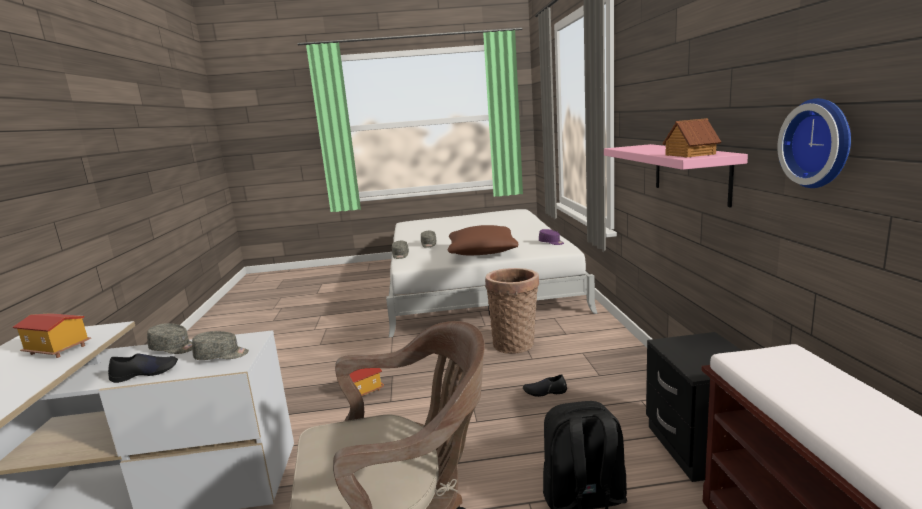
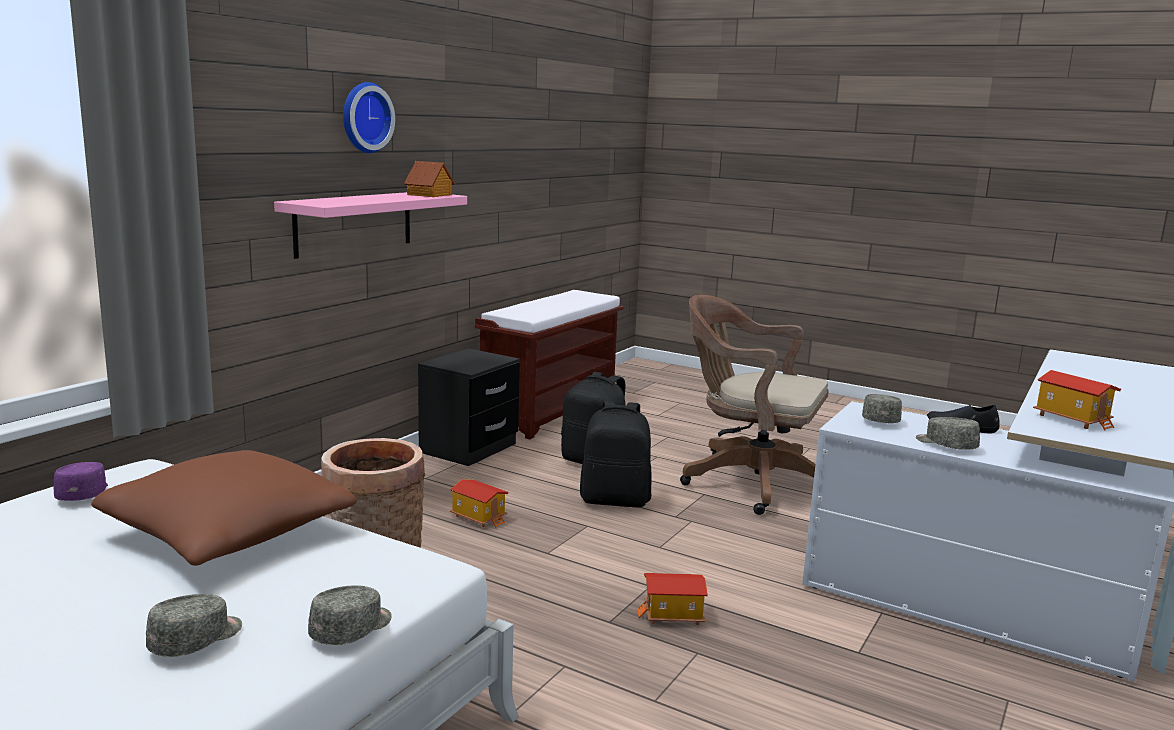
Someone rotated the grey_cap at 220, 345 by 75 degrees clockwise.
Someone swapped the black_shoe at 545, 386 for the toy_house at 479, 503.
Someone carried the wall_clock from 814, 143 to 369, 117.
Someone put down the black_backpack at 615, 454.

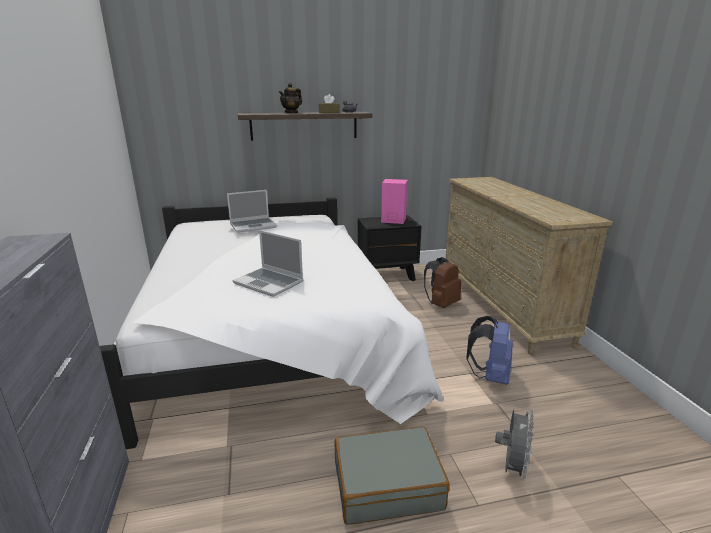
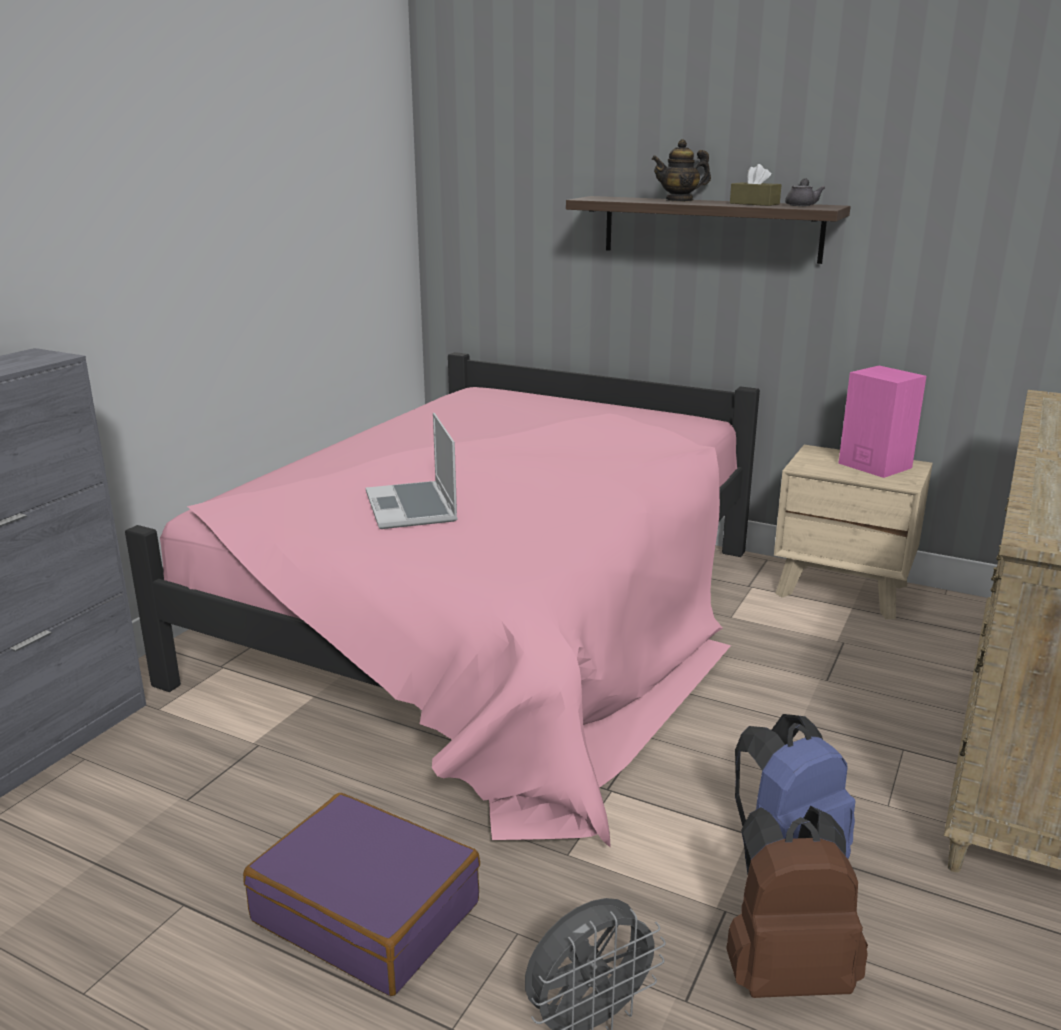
Someone repainted the white_bed at 272, 323, which became the pink_bed at 442, 600.
Someone took away the laptop at 252, 211.
Someone repainted the grey_suitcase at 392, 475, which became the purple_suitcase at 361, 894.
Someone repainted the black_nightstand at 390, 248, which became the beige_nightstand at 853, 532.
Someone carried the brown_backpack from 443, 282 to 797, 902.

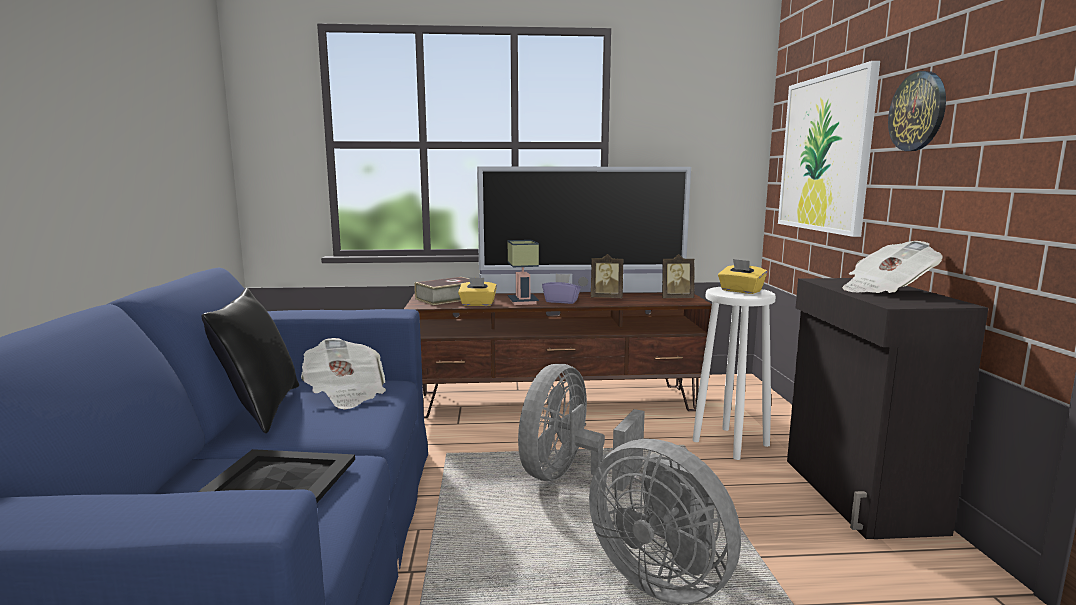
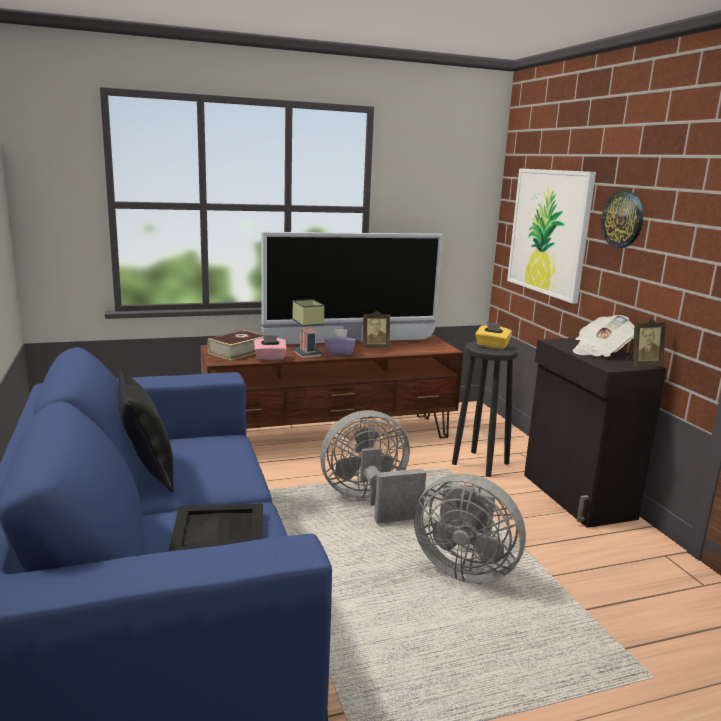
Someone took away the newspaper at 343, 374.
Someone repainted the yellow_tissue_box at 477, 291, which became the pink_tissue_box at 270, 347.
Someone rotated the grey_fan at 581, 427 by 60 degrees clockwise.
Someone carried the picture_frame from 678, 276 to 646, 342.
Someone repainted the white_stool at 734, 373, which became the black_stool at 485, 409.

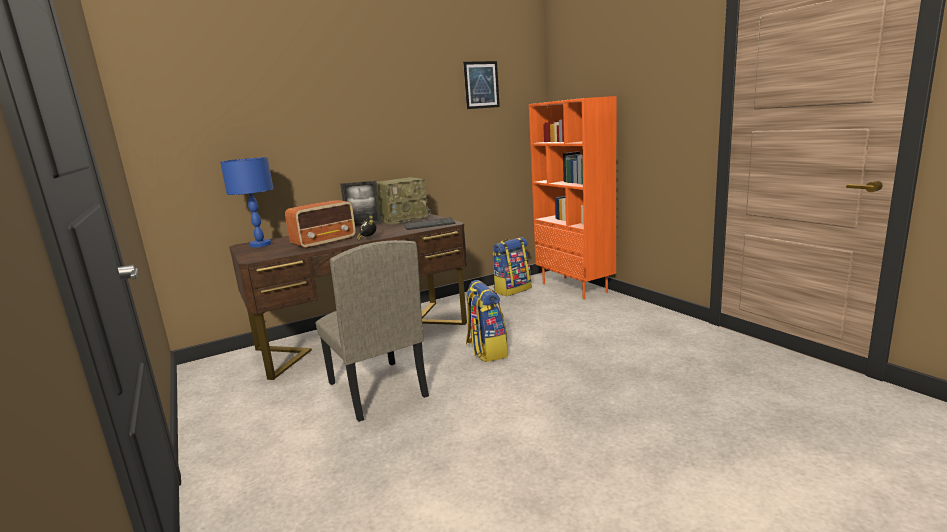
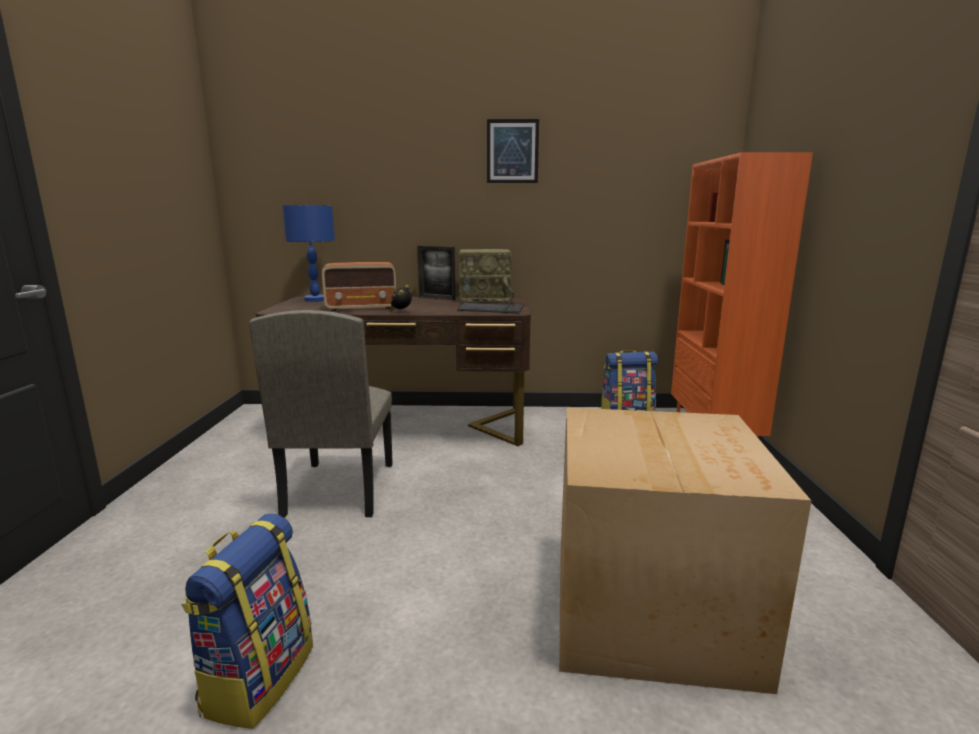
Someone carried the picture from 481, 85 to 513, 151.
Someone carried the backpack from 487, 321 to 247, 621.
Someone put down the cardboard_box at 685, 550.

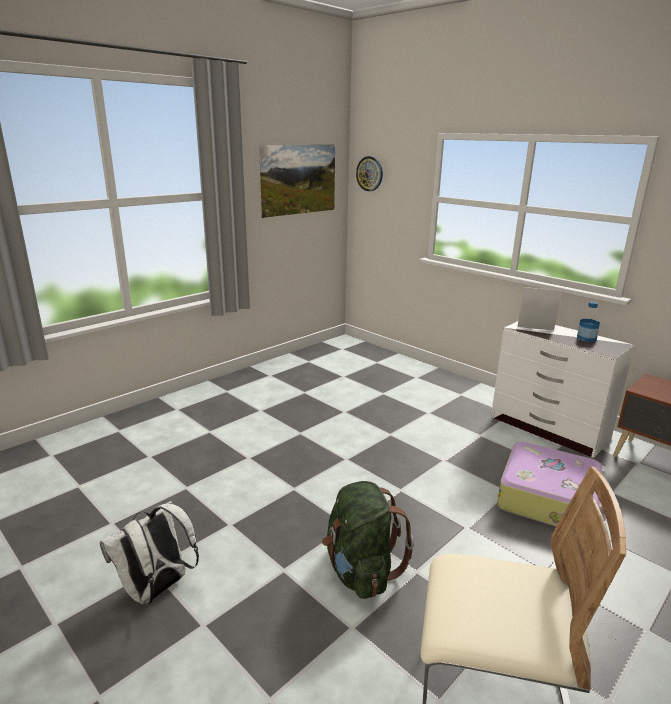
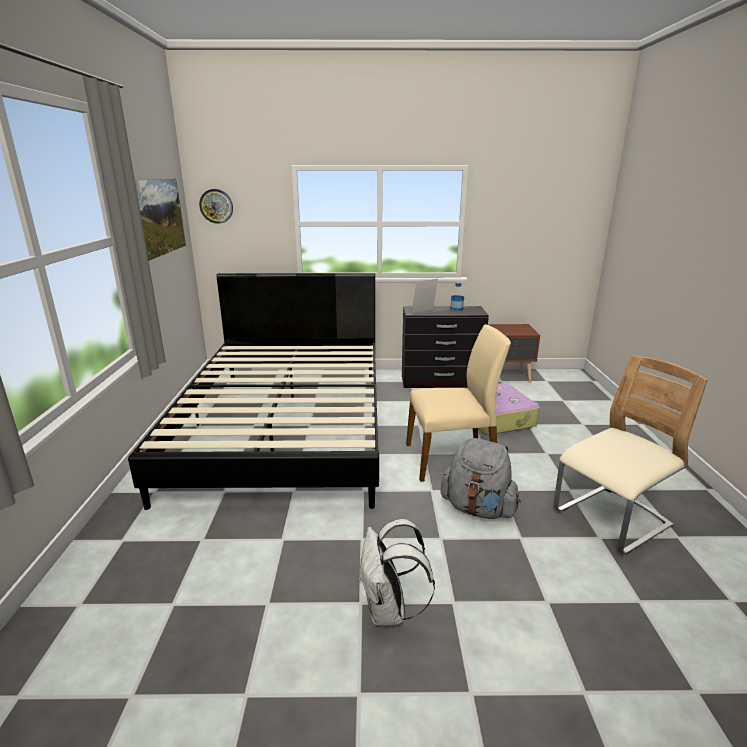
Someone repainted the green_backpack at 368, 540, which became the grey_backpack at 481, 478.
Someone repainted the white_dresser at 563, 389, which became the black_dresser at 445, 347.
Someone put down the black_bed at 253, 391.
Someone put down the beige_chair at 458, 403.

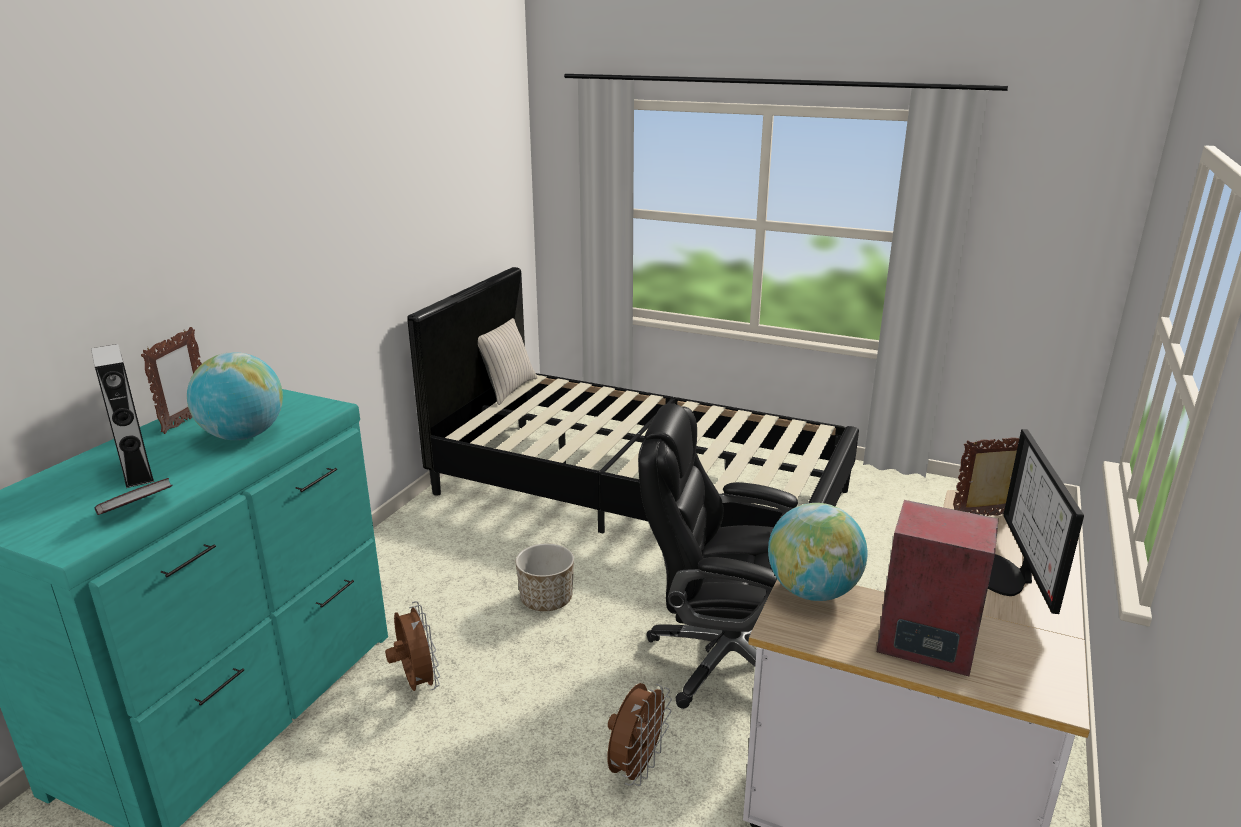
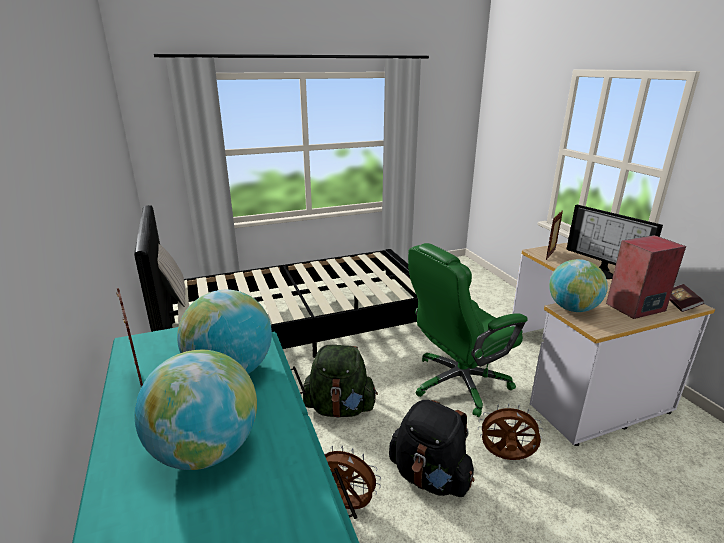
Someone swapped the grey_speaker at 122, 416 for the globe at 195, 410.
Someone carried the book from 134, 496 to 686, 298.
Someone swapped the planter at 545, 577 for the green_backpack at 340, 381.
Someone rotated the brown_fan at 640, 734 by 60 degrees counterclockwise.
Someone repainted the black_office_chair at 718, 556, which became the green_office_chair at 468, 330.
Someone put down the black_backpack at 432, 448.

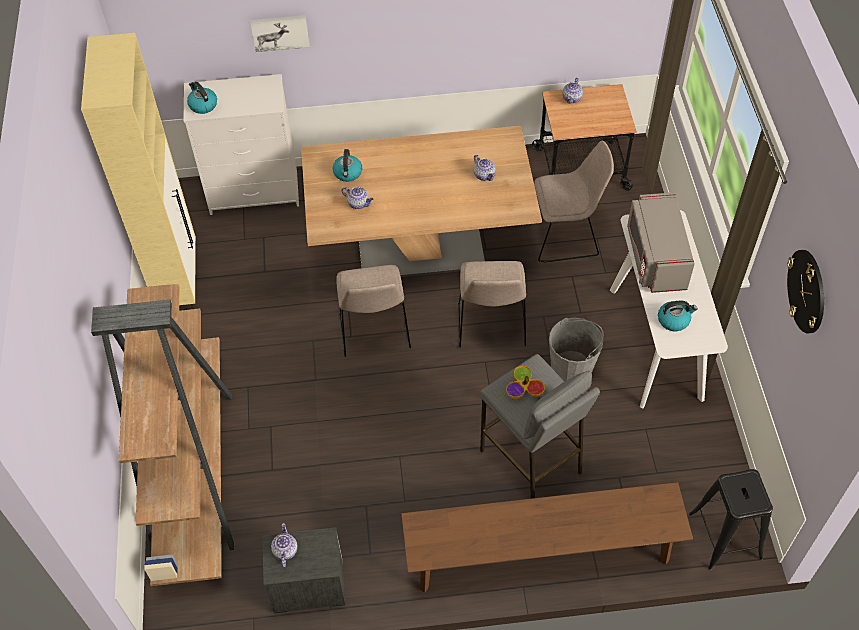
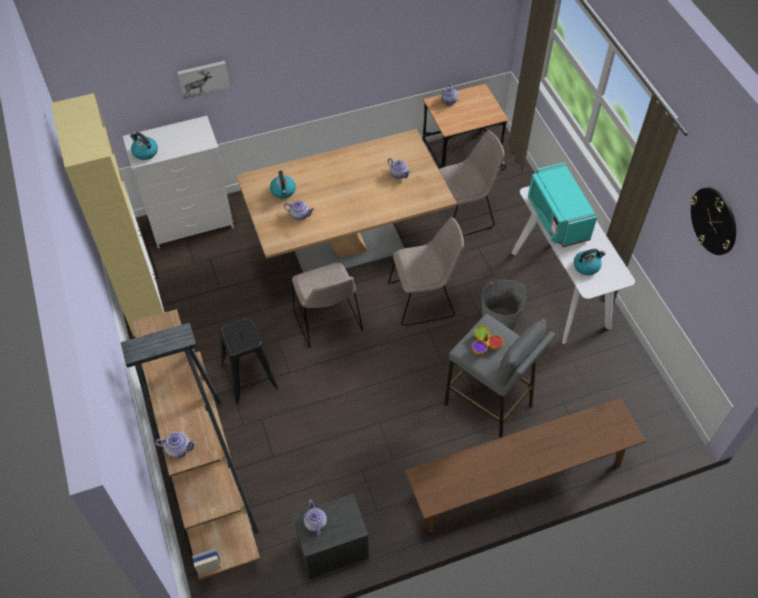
Someone rotated the beige_chair at 492, 304 by 90 degrees counterclockwise.
Someone repainted the grey_microwave at 661, 242, which became the turquoise_microwave at 562, 204.
Someone carried the black_stool from 731, 519 to 249, 361.
Someone put down the teapot at 176, 445.

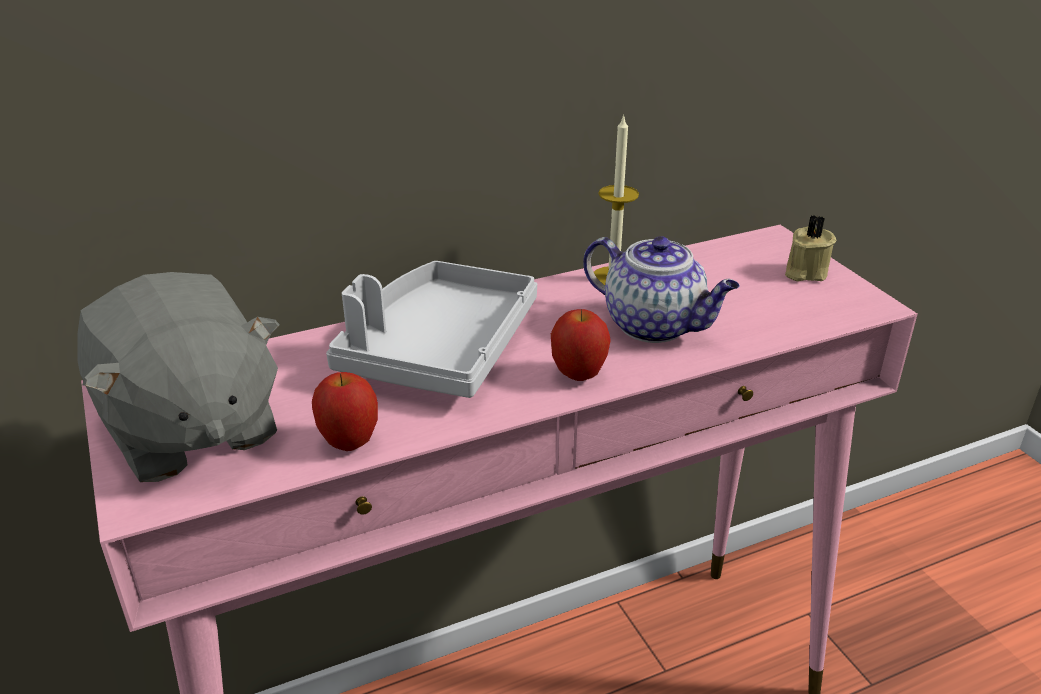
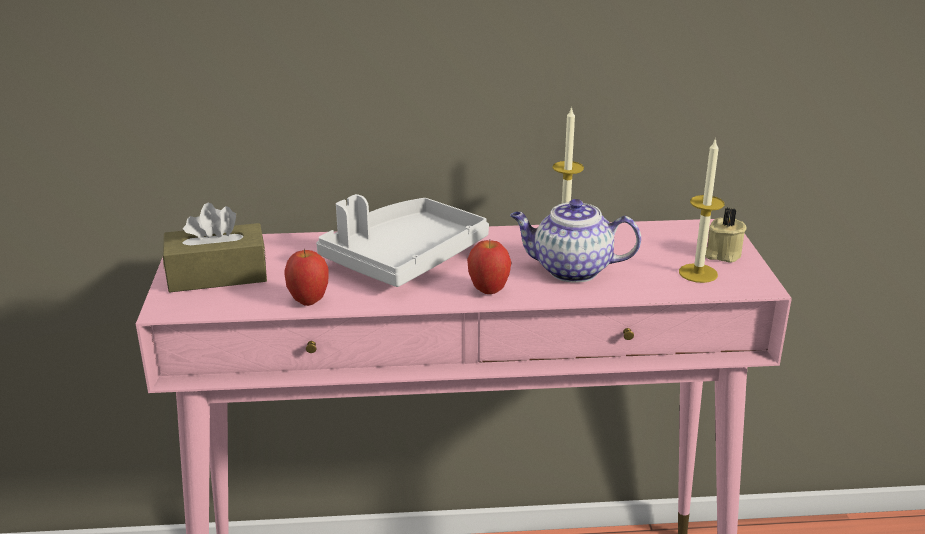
Someone swapped the grey_plush_toy at 179, 377 for the brown_tissue_box at 215, 247.
Someone rotated the teapot at 661, 289 by 135 degrees clockwise.
Someone put down the candle at 702, 210.

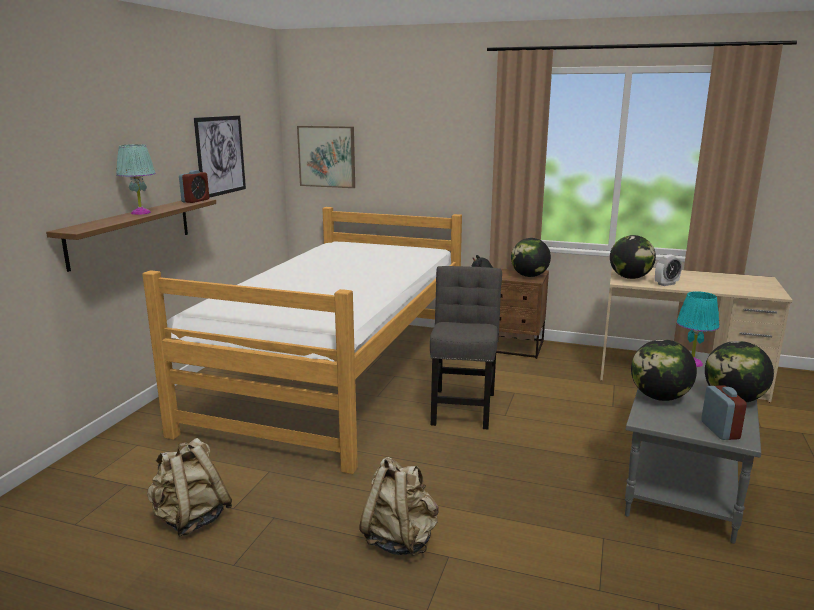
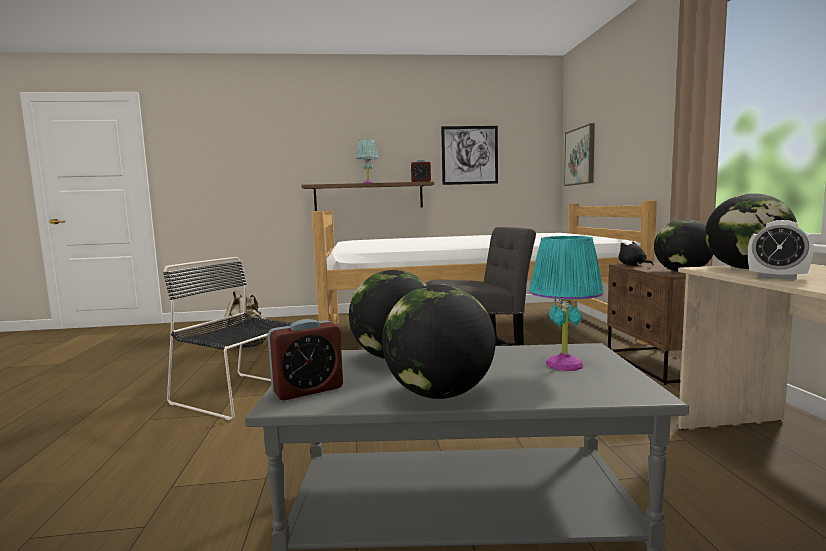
Someone swapped the beige_backpack at 399, 506 for the black_chair at 227, 338.

